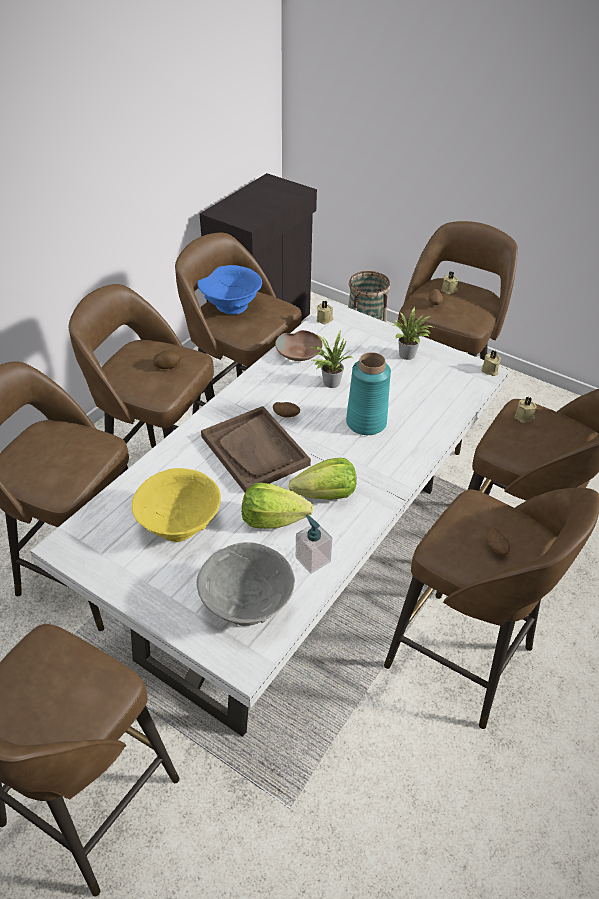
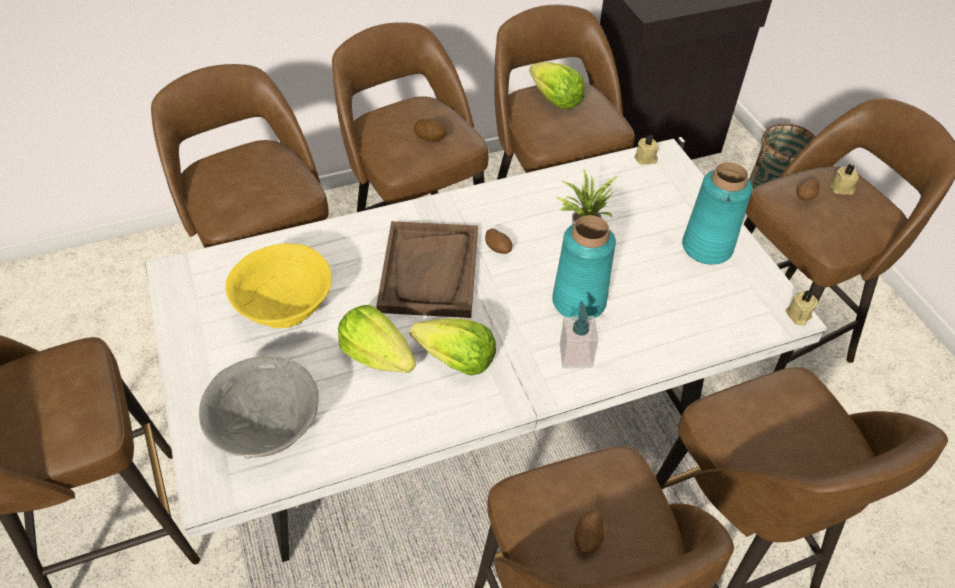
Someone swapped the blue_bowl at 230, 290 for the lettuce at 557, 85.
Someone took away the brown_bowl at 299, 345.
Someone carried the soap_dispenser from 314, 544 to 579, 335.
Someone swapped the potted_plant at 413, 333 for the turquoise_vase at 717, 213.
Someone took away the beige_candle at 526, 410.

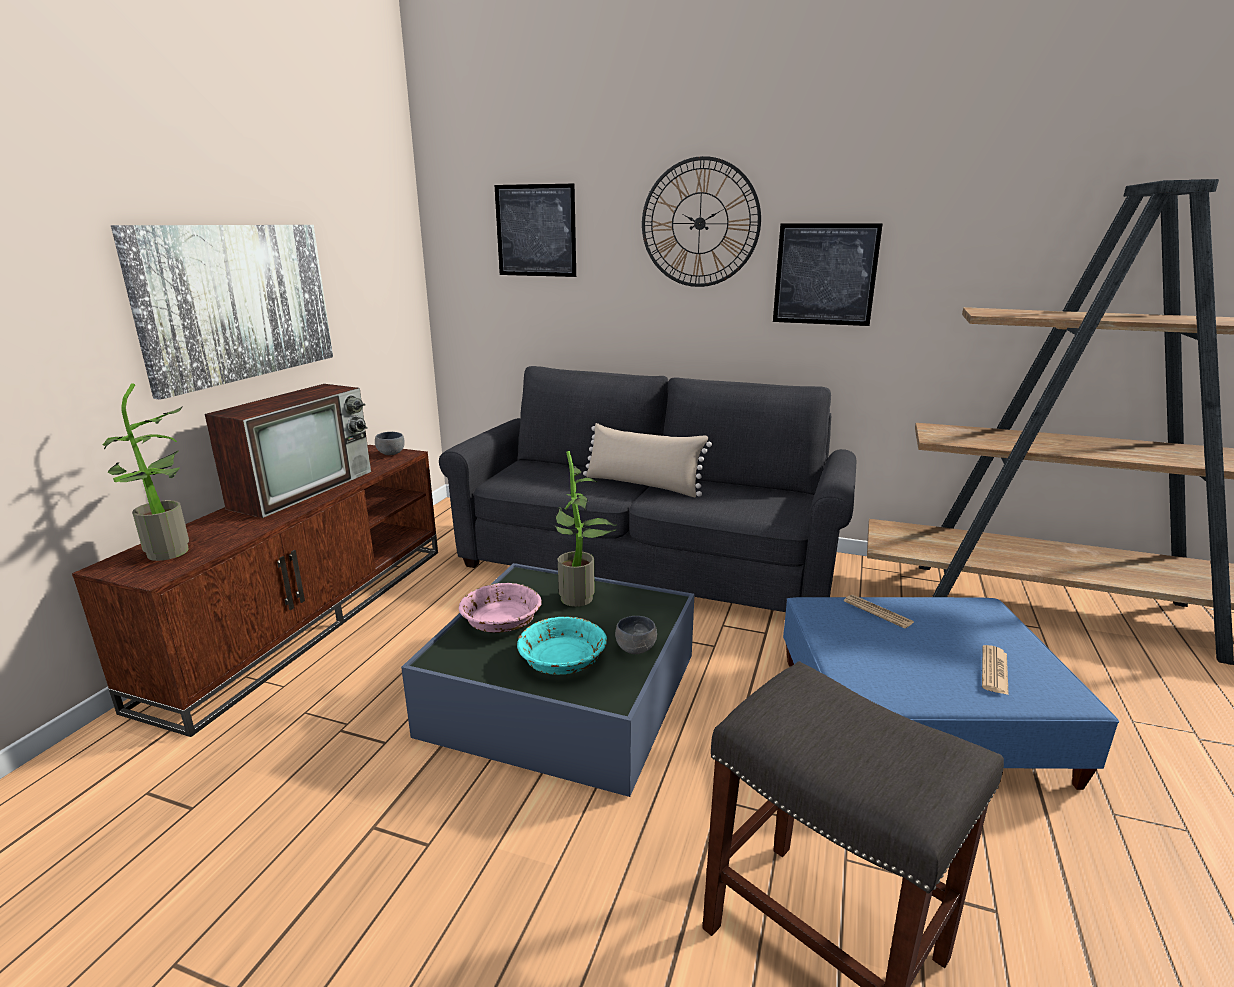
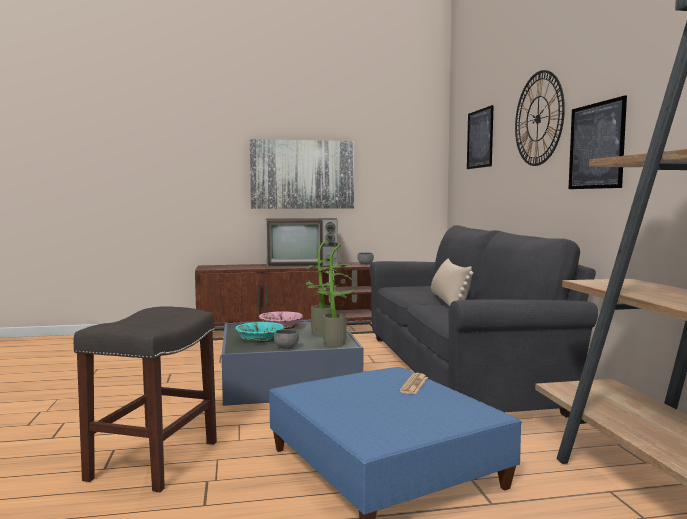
Someone carried the potted_plant from 146, 472 to 336, 295.
Someone took away the newspaper at 995, 670.

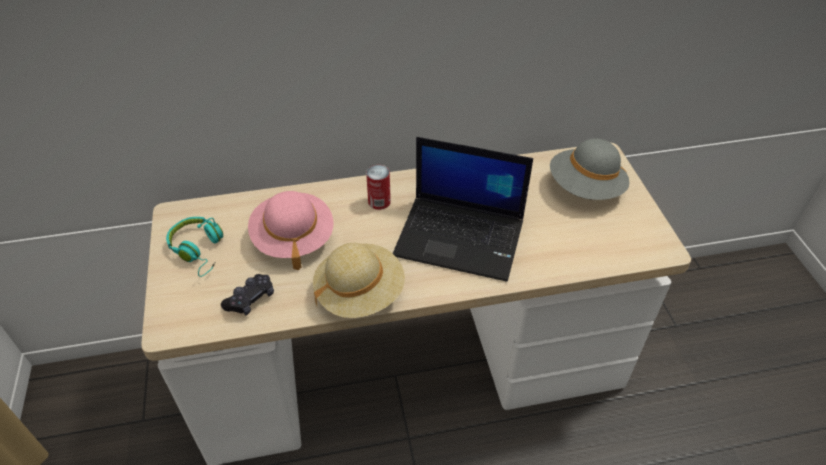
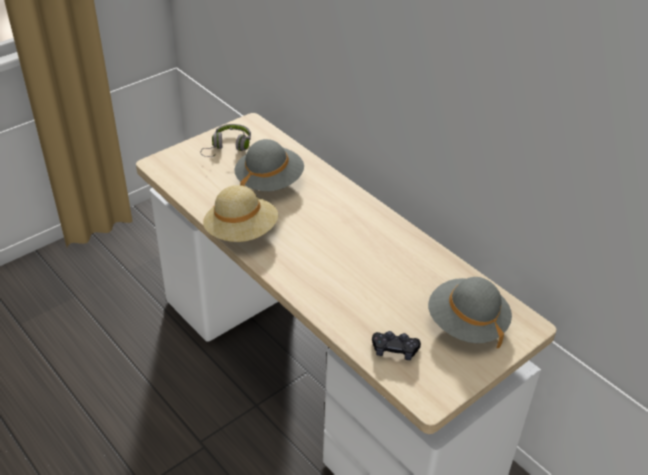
Someone repainted the turquoise_headphones at 194, 247, which became the grey_headphones at 225, 140.
Someone carried the black_game_controller from 247, 295 to 396, 345.
Someone repainted the pink_hat at 290, 230, which became the grey_hat at 269, 165.
Someone took away the can at 378, 187.
Someone took away the laptop at 463, 209.

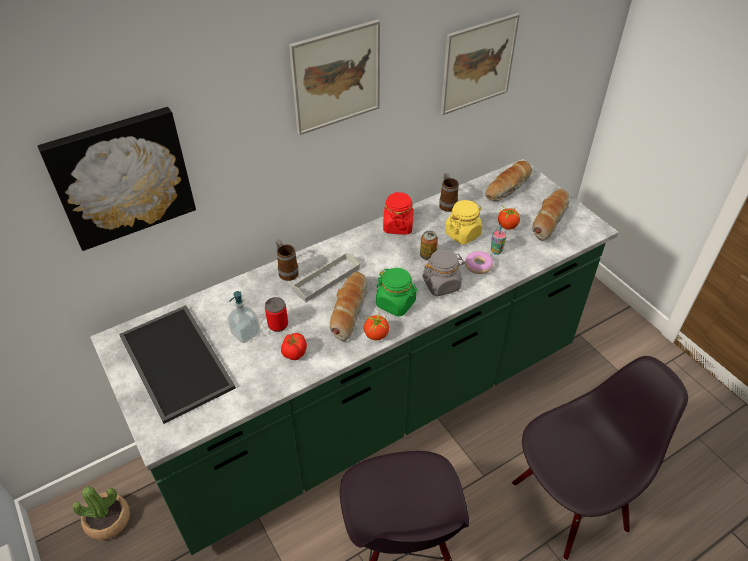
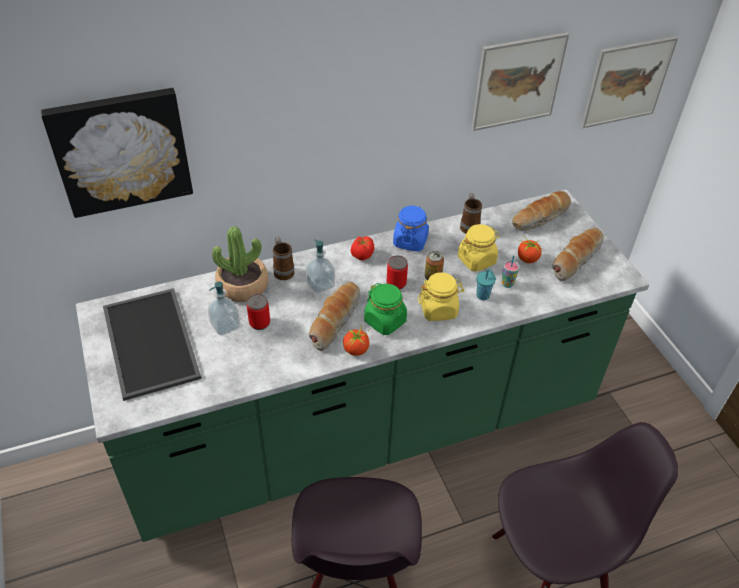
Someone carried the potted_plant from 101, 513 to 240, 264.
Someone carried the tomato from 294, 346 to 362, 248.
Someone carried the picture from 334, 77 to 629, 82.
Someone swapped the grey_tray at 325, 278 for the soap_dispenser at 320, 266.
Someone repainted the red_jar at 398, 213, which became the blue_jar at 411, 228.
Someone repainted the grey_jar at 443, 272, which became the yellow_jar at 441, 296.
Someone swapped the donut at 479, 262 for the turquoise_cup at 486, 284.
Someone put down the can at 397, 272.

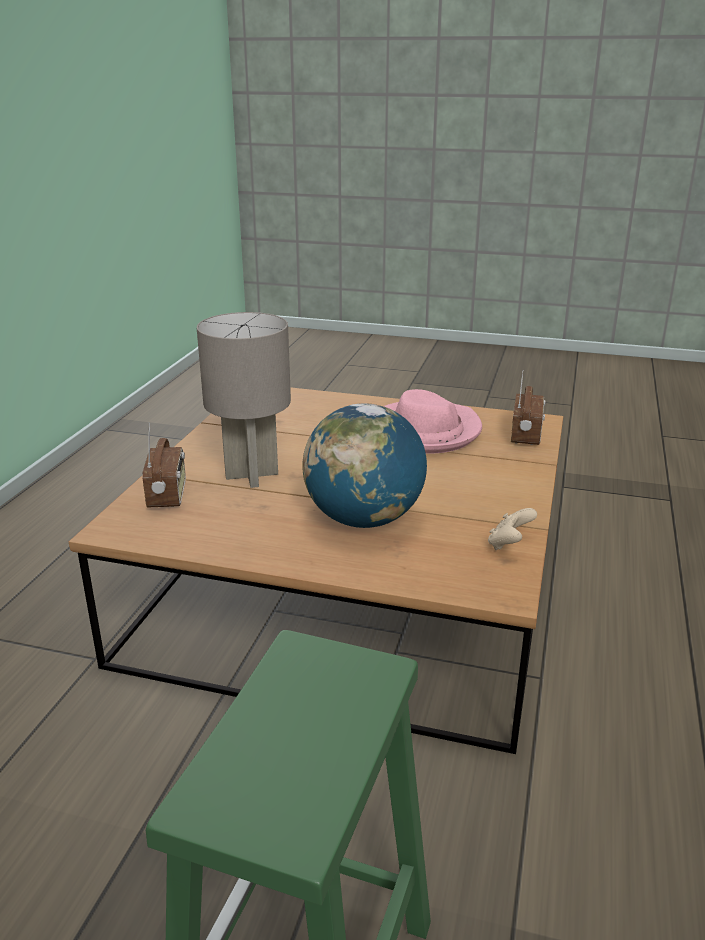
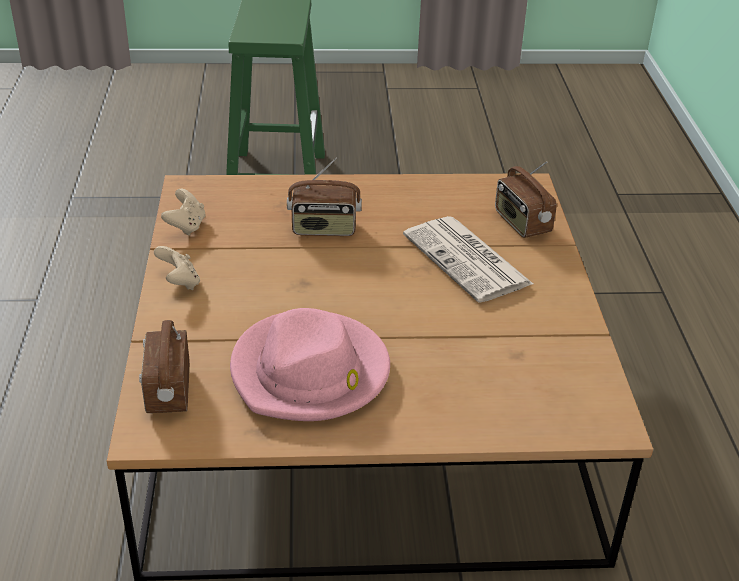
Someone swapped the grey_table_lamp at 244, 400 for the newspaper at 468, 259.
Someone swapped the globe at 364, 465 for the radio at 324, 197.
Someone put down the beige_game_controller at 177, 268.

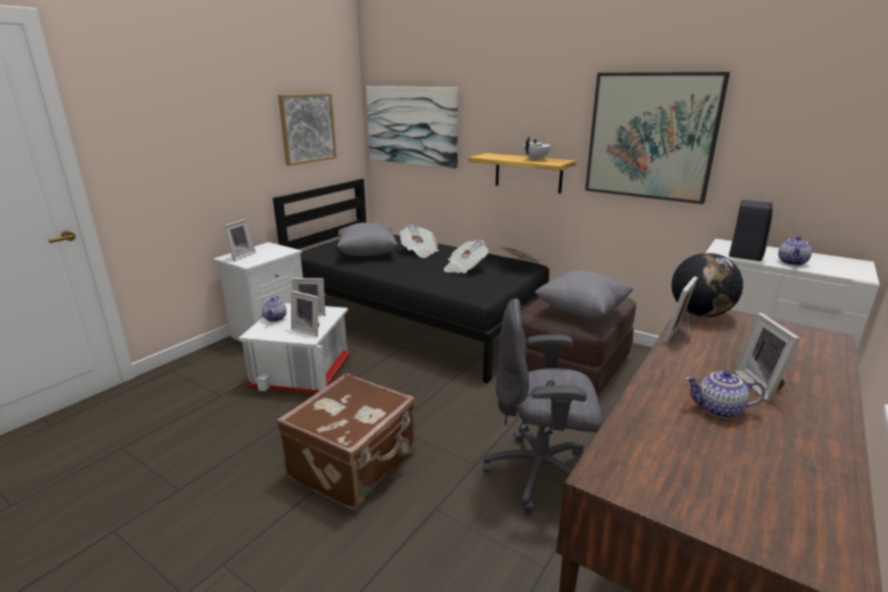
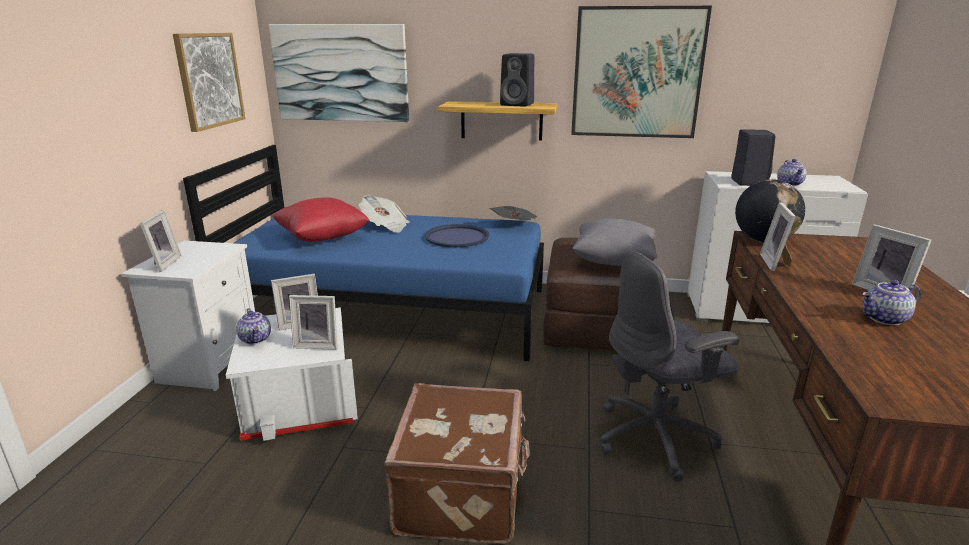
Someone repainted the black_bed at 411, 281, which became the blue_bed at 363, 253.
Someone repainted the grey_pillow at 367, 239, which became the red_pillow at 321, 219.
Someone swapped the newspaper at 465, 257 for the blue_tray at 457, 235.
Someone swapped the white_teapot at 537, 148 for the black_speaker at 517, 80.

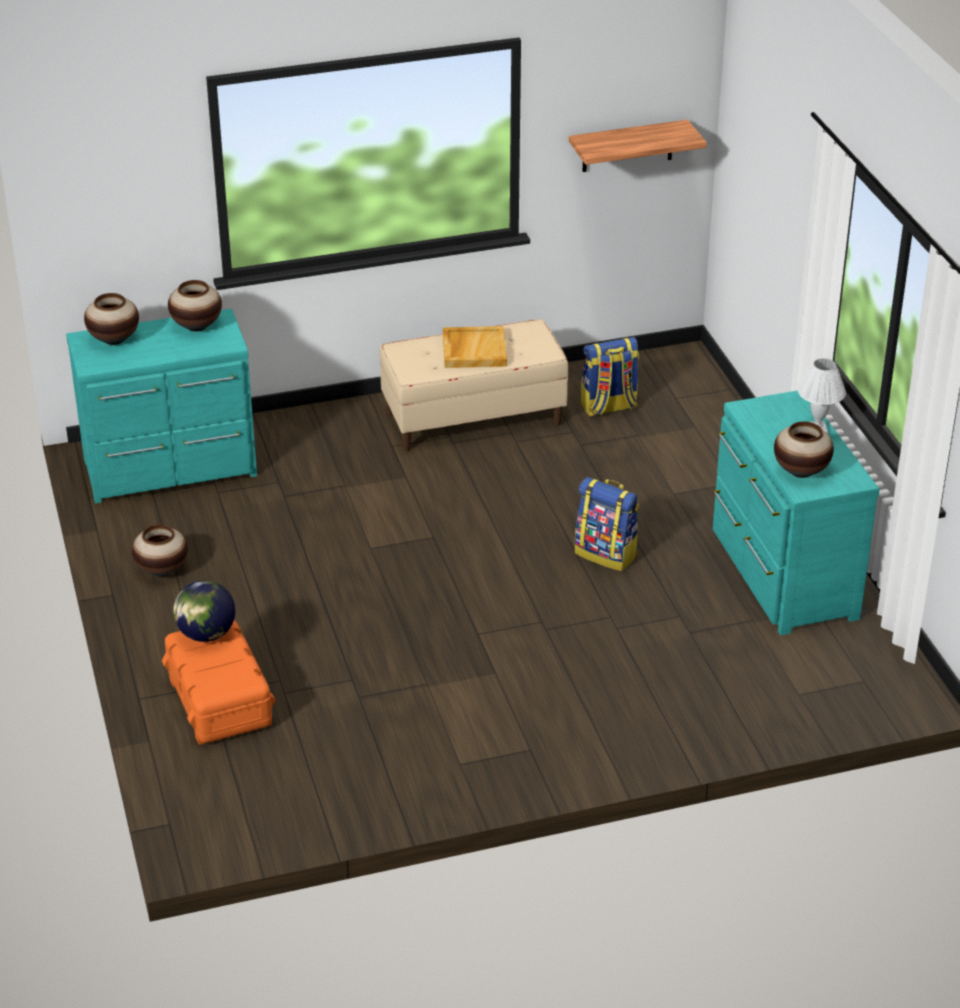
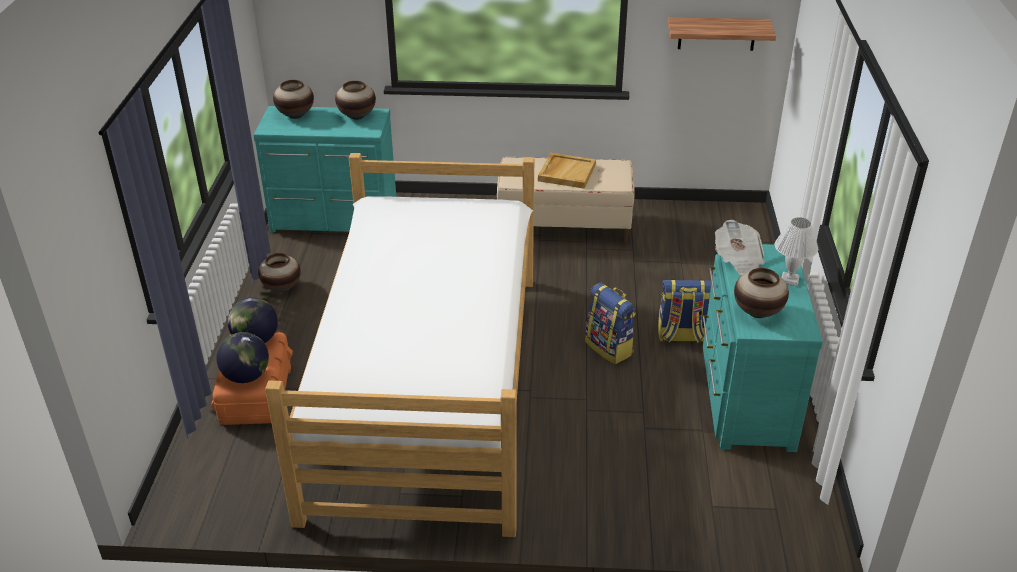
Someone carried the backpack from 610, 377 to 685, 311.
Someone put down the globe at 242, 357.
Someone put down the bed at 399, 345.
Someone put down the newspaper at 740, 247.

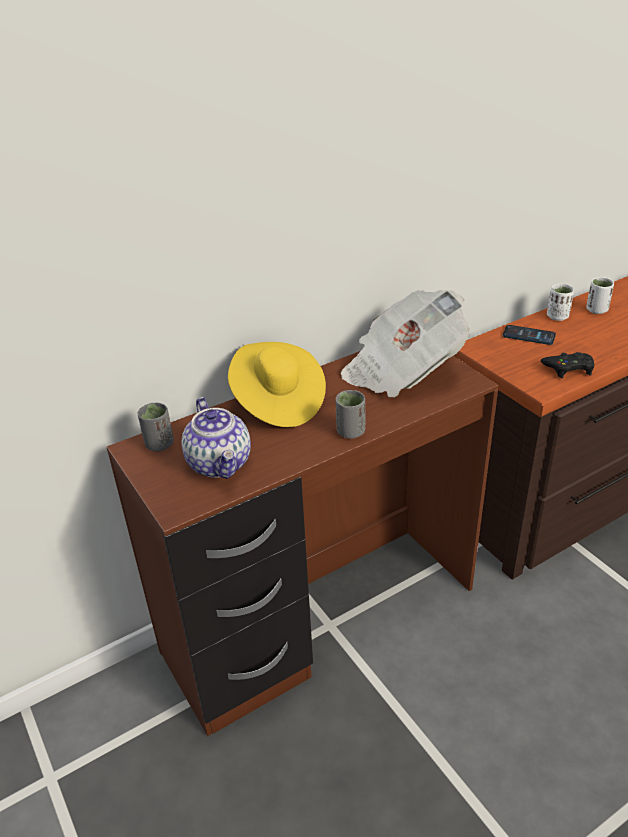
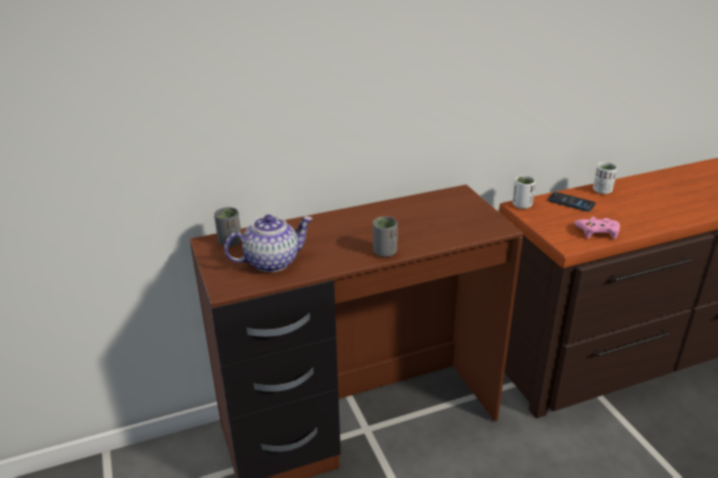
Someone rotated the teapot at 216, 438 by 105 degrees counterclockwise.
Someone took away the yellow_hat at 277, 384.
Someone took away the newspaper at 405, 344.
Someone repainted the black_game_controller at 567, 365, which became the pink_game_controller at 597, 228.
Someone carried the white_cup from 600, 295 to 524, 192.

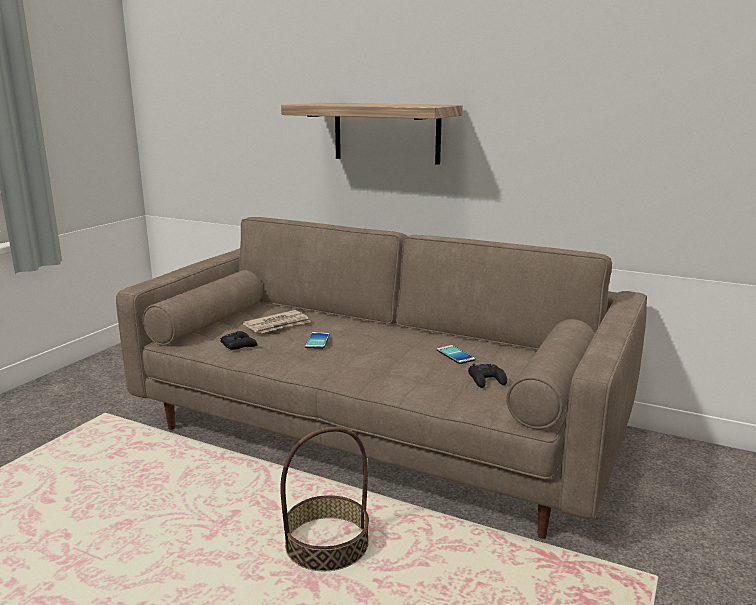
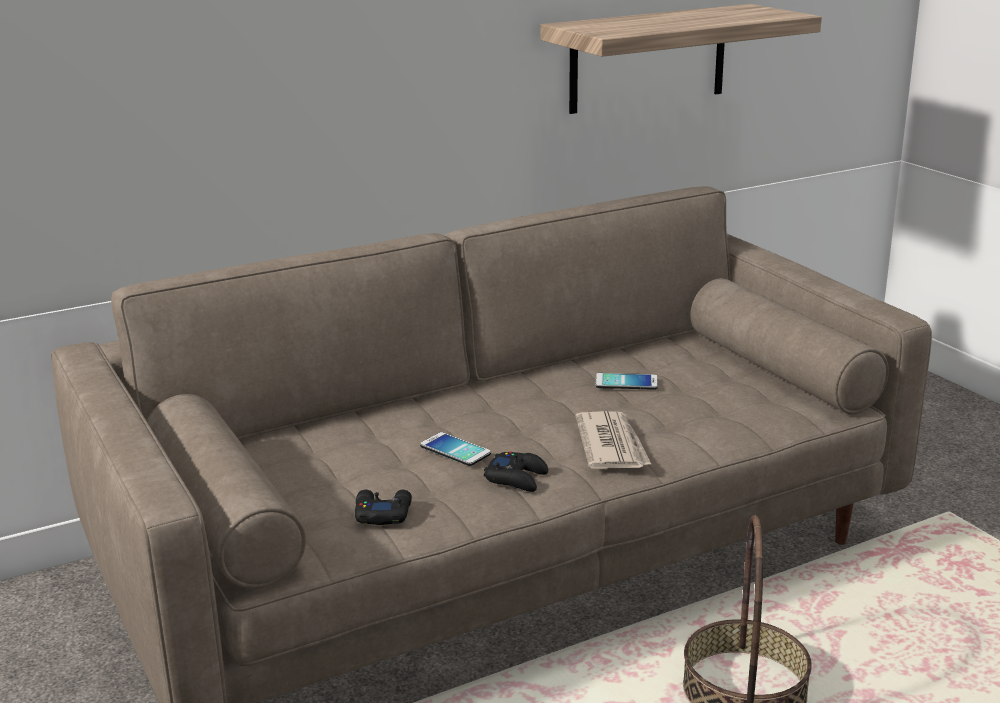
Someone carried the newspaper from 277, 321 to 614, 440.
Someone carried the shelf from 372, 134 to 681, 59.
Someone carried the black_game_controller from 487, 376 to 516, 471.

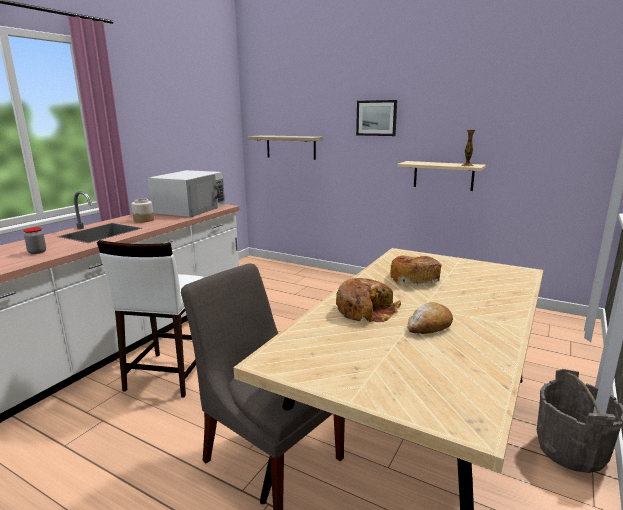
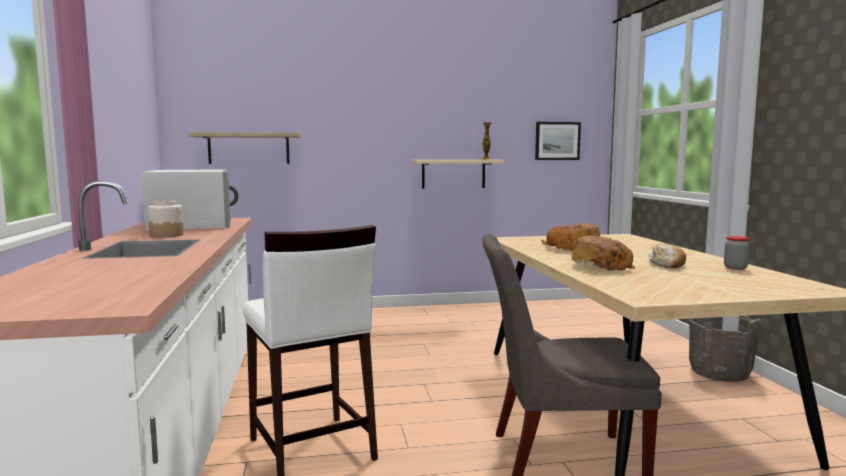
Someone carried the jar from 34, 240 to 737, 253.
Someone carried the picture from 376, 118 to 558, 141.

